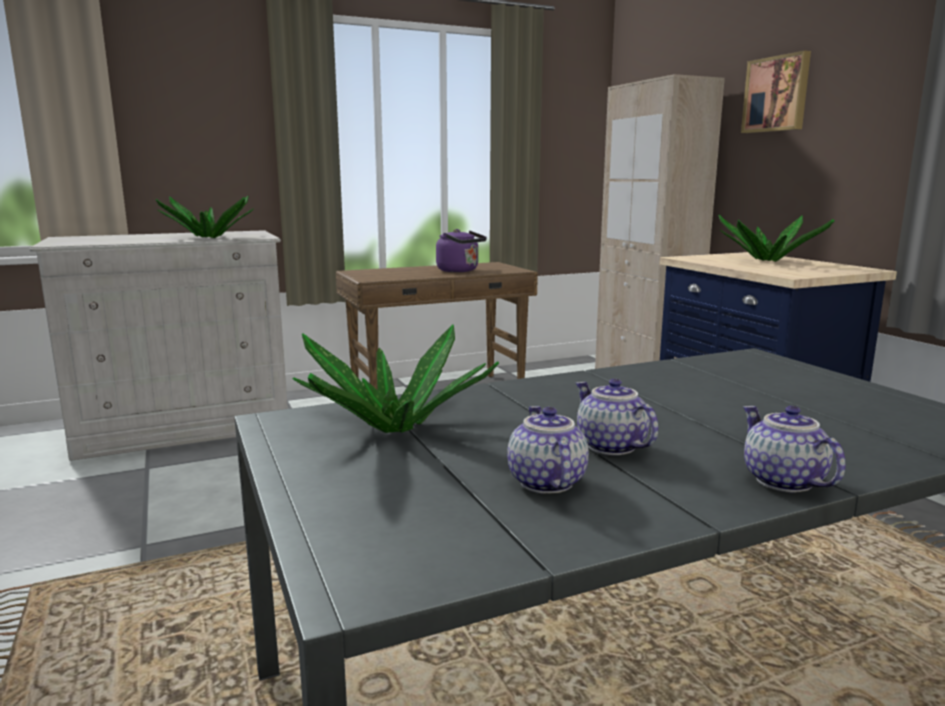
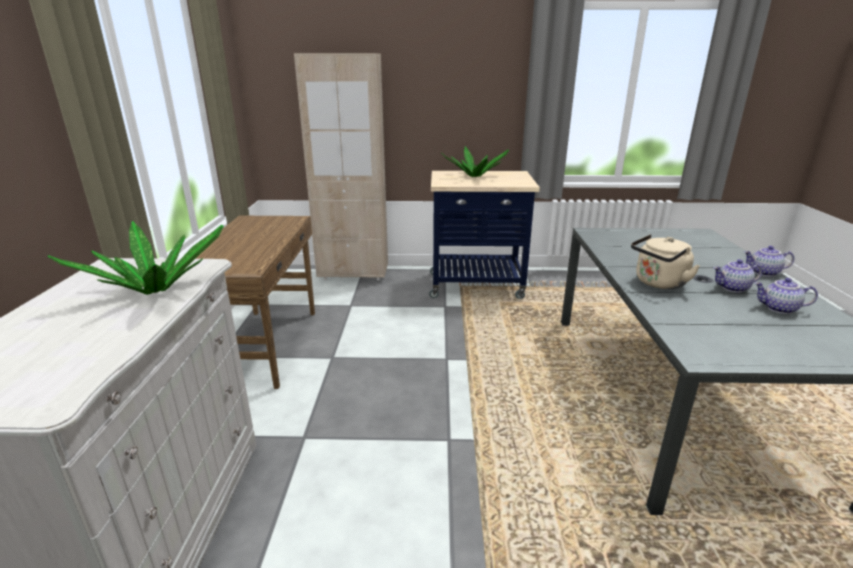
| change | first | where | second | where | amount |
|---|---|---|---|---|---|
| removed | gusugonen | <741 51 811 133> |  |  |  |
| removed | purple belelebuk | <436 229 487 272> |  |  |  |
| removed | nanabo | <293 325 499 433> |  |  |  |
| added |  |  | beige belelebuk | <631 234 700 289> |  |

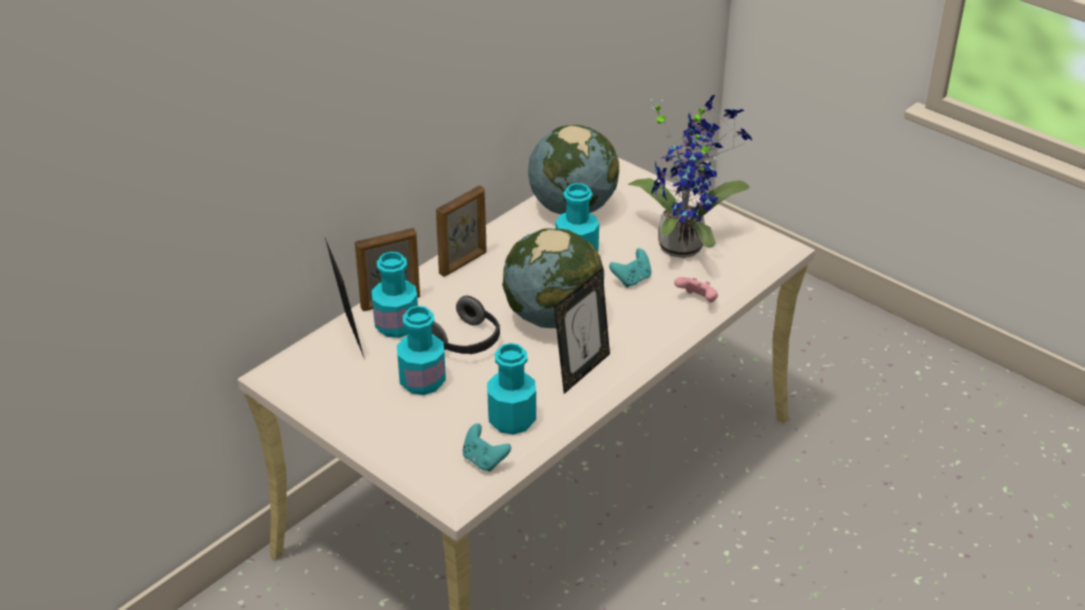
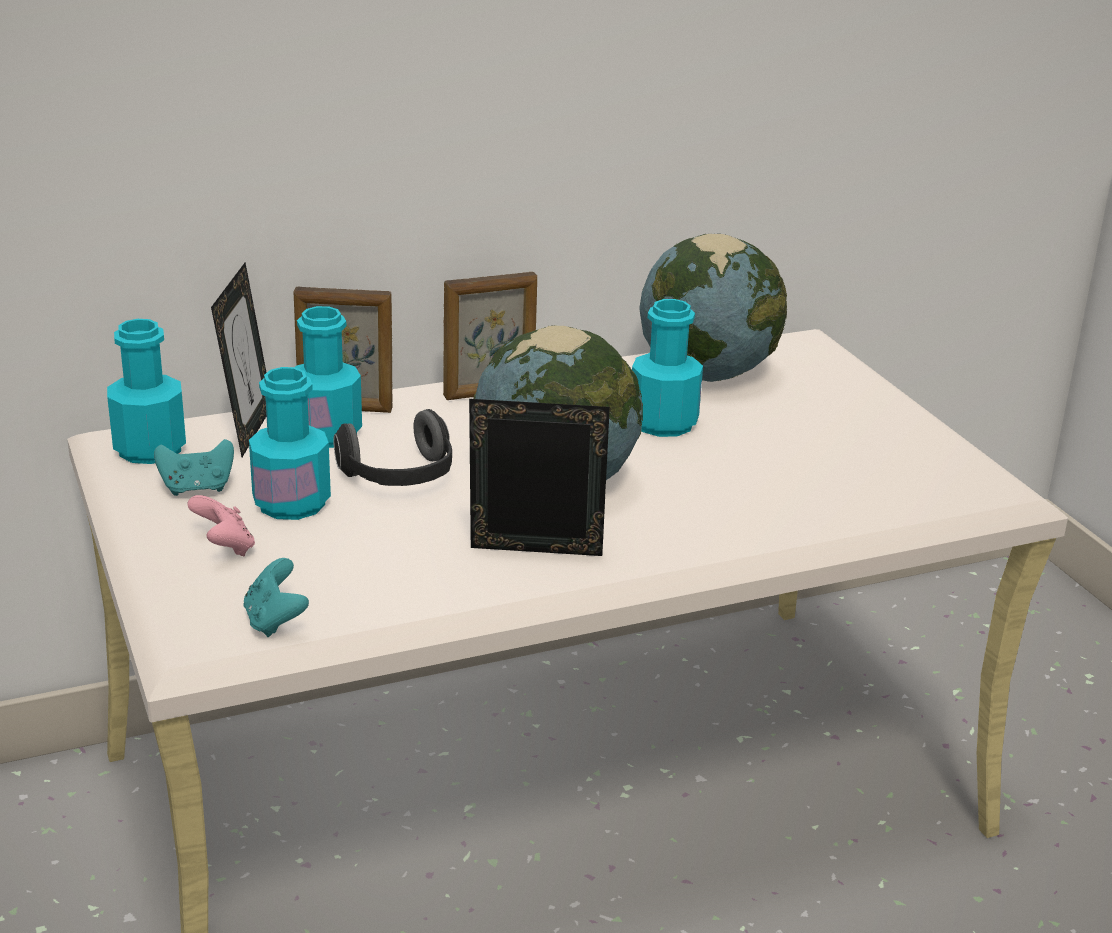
| change | first | where | second | where | amount |
|---|---|---|---|---|---|
| removed | nanabo | <628 95 752 258> |  |  |  |
| moved | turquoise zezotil | <609 249 651 288> |  | <154 439 234 496> |  |
| turned | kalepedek | <554 268 610 394> |  | <469 399 610 556> | 150 degrees counterclockwise |
| moved | pink zezotil | <674 277 718 303> |  | <188 495 255 556> |  |
| moved | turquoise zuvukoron | <487 343 536 435> |  | <107 319 186 464> |  |

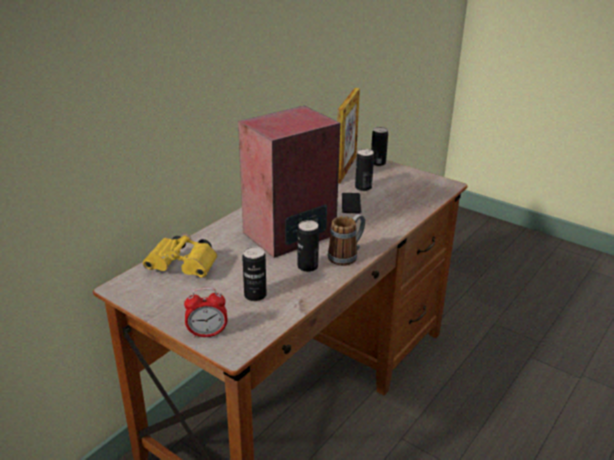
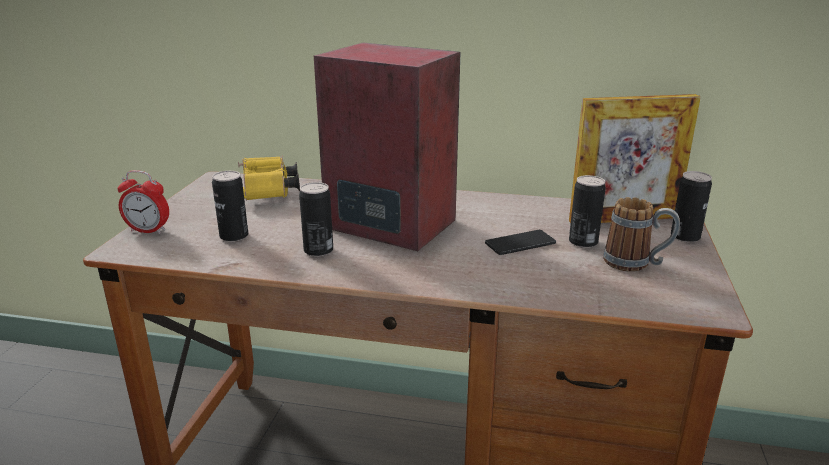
| change | first | where | second | where | amount |
|---|---|---|---|---|---|
| moved | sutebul | <328 214 365 266> |  | <603 197 680 272> |  |
| turned | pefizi | <184 288 228 338> |  | <117 170 169 234> | 45 degrees counterclockwise |

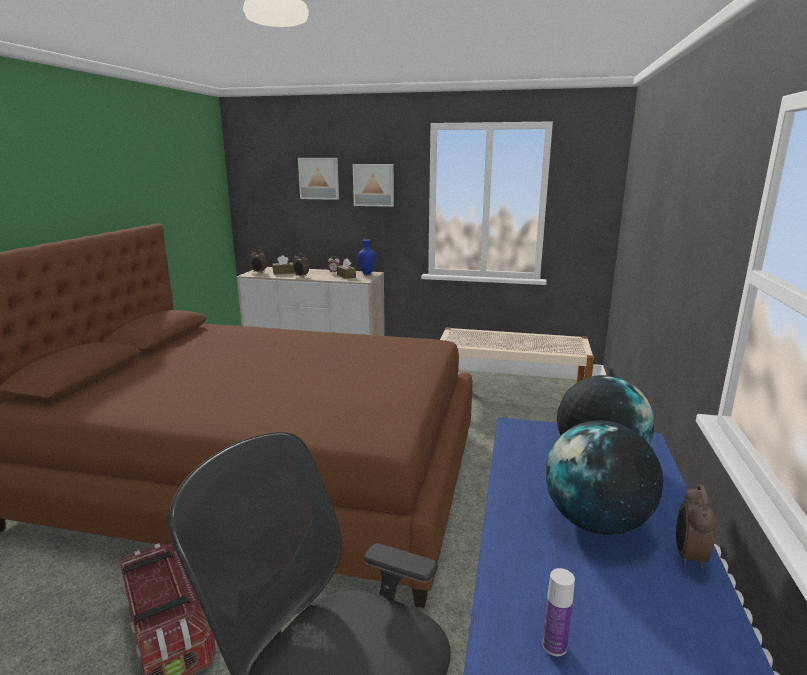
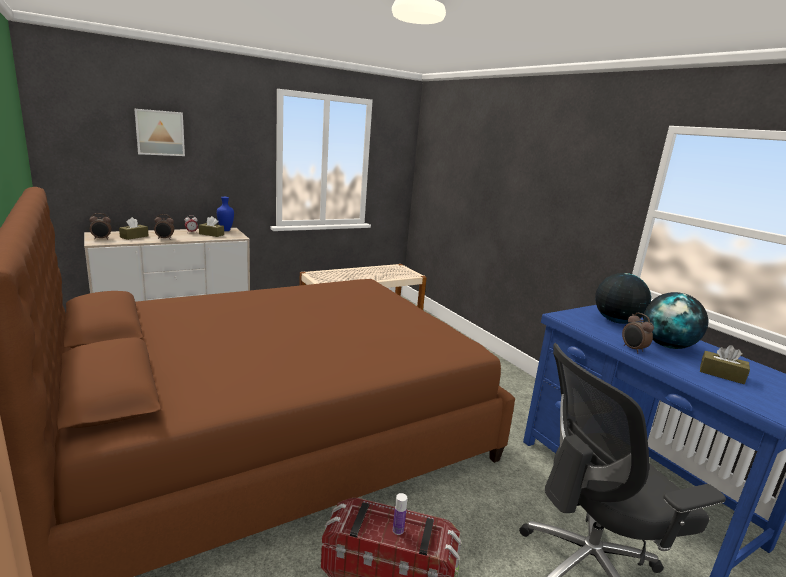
| change | first | where | second | where | amount |
|---|---|---|---|---|---|
| removed | gusugonen | <353 164 394 207> |  |  |  |
| moved | pefizi | <676 485 716 568> |  | <622 313 654 353> |  |
| moved | zuvukoron | <542 568 575 656> |  | <393 493 407 535> |  |
| added |  |  | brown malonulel | <700 345 750 384> |  |

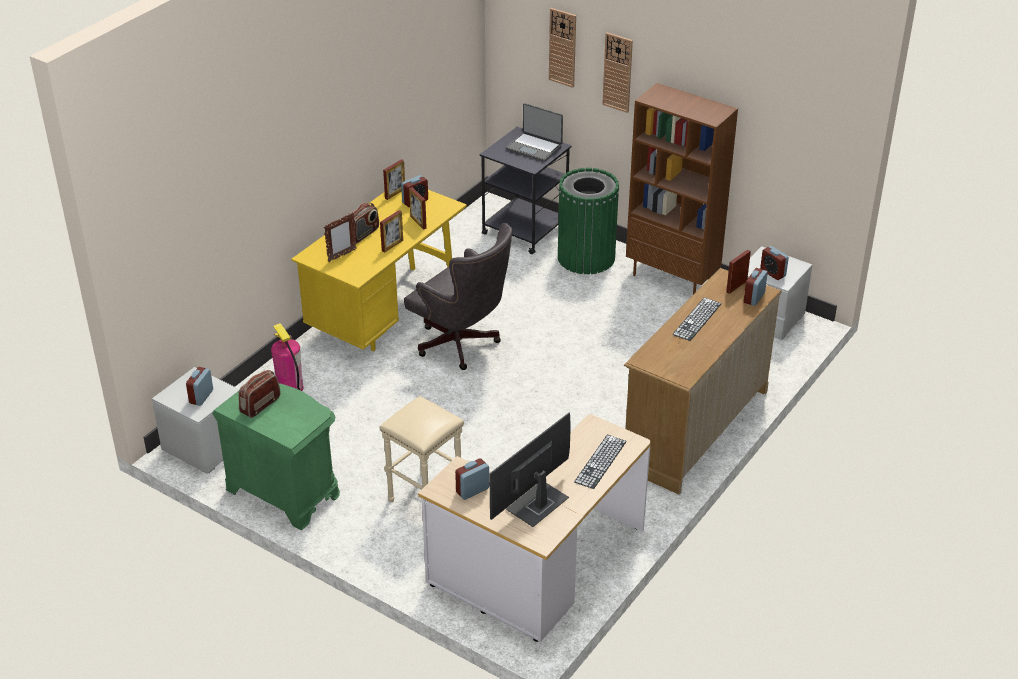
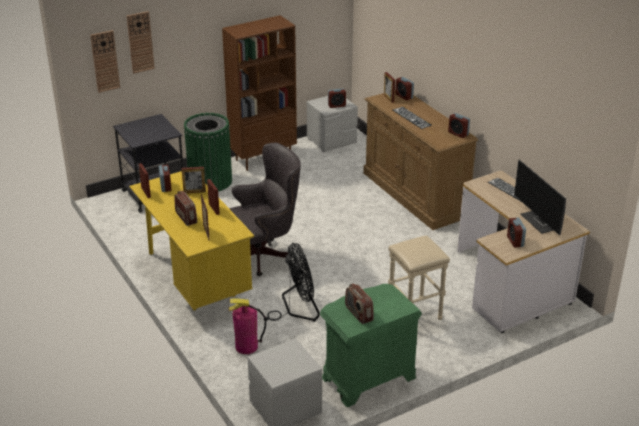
| change | first | where | second | where | amount |
|---|---|---|---|---|---|
| moved | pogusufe | <602 32 633 113> |  | <90 30 120 93> |  |
| removed | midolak | <506 103 563 162> |  |  |  |
| moved | pefizi | <186 367 213 406> |  | <448 113 470 138> |  |
| added |  |  | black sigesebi | <263 243 320 322> |  |

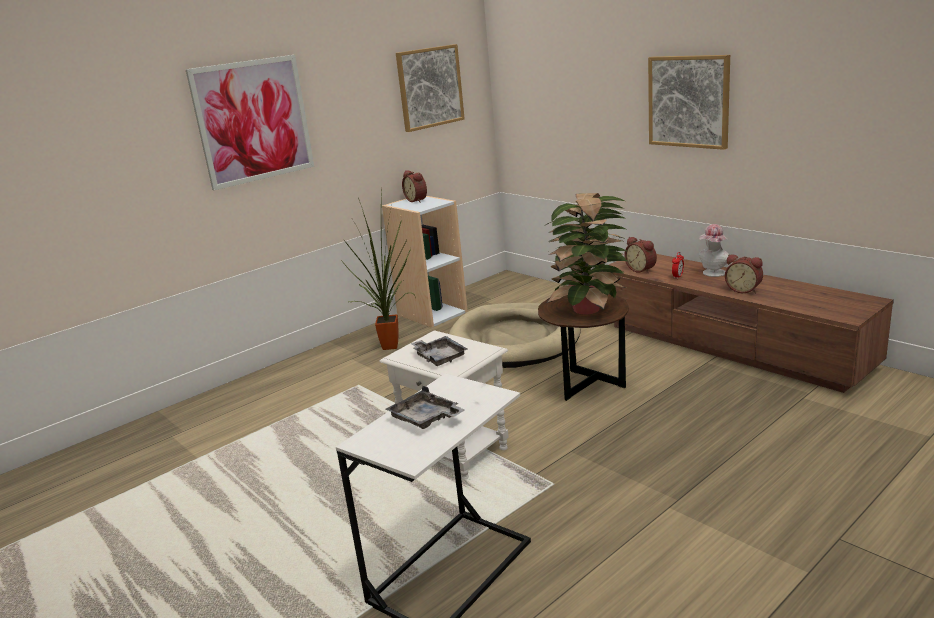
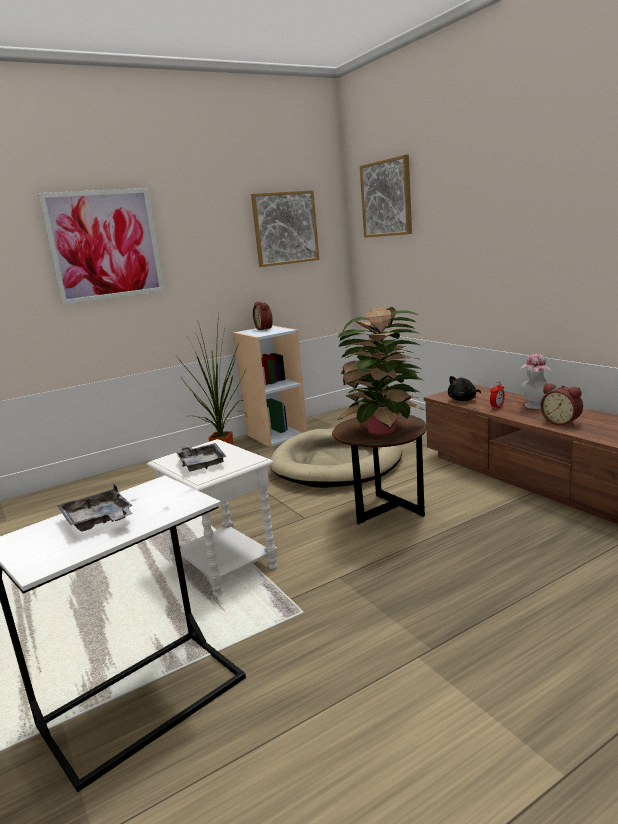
| change | first | where | second | where | amount |
|---|---|---|---|---|---|
| moved | gusugonen | <648 55 730 150> |  | <360 155 412 238> |  |
| replaced | pefizi | <624 237 657 274> | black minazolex | <448 376 481 401> |  |

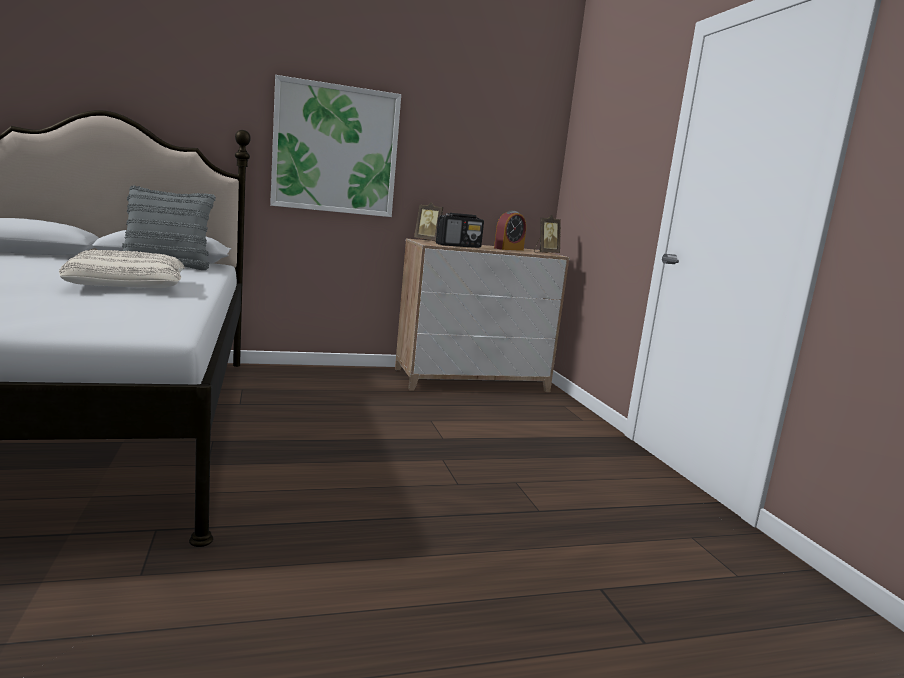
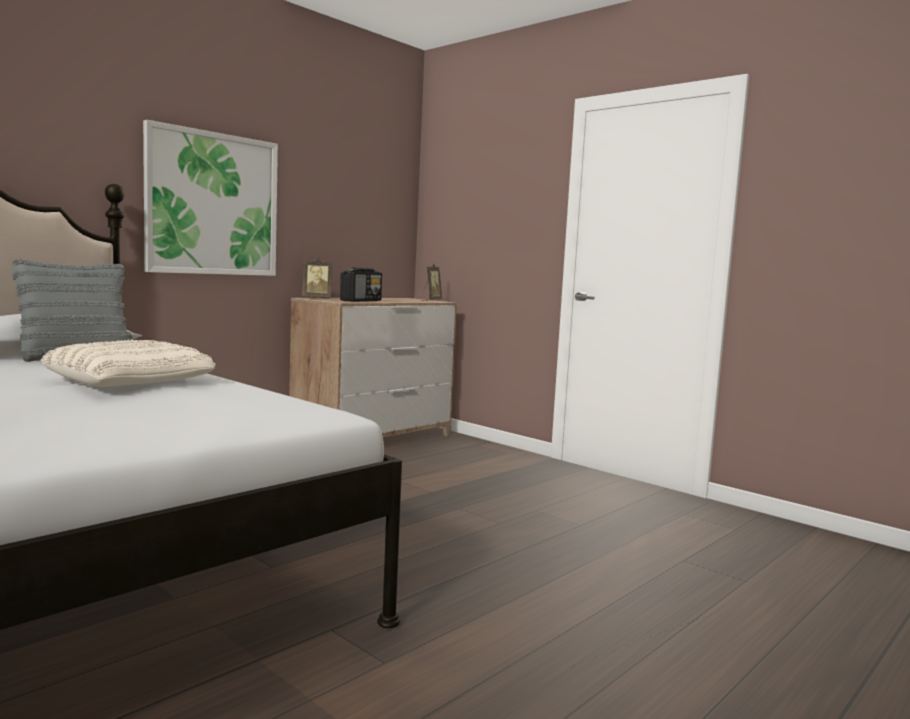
| change | first | where | second | where | amount |
|---|---|---|---|---|---|
| removed | pefizi | <494 211 526 251> |  |  |  |

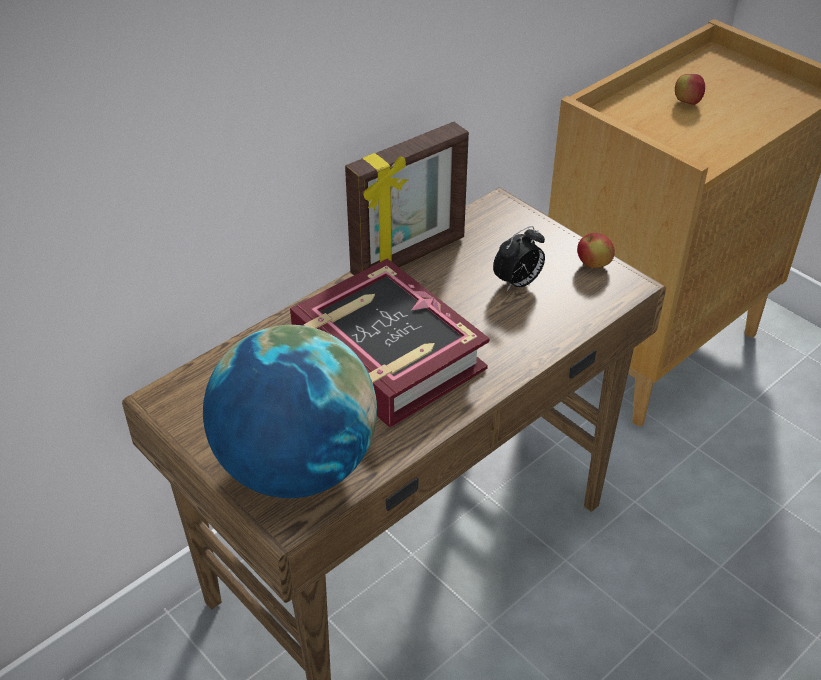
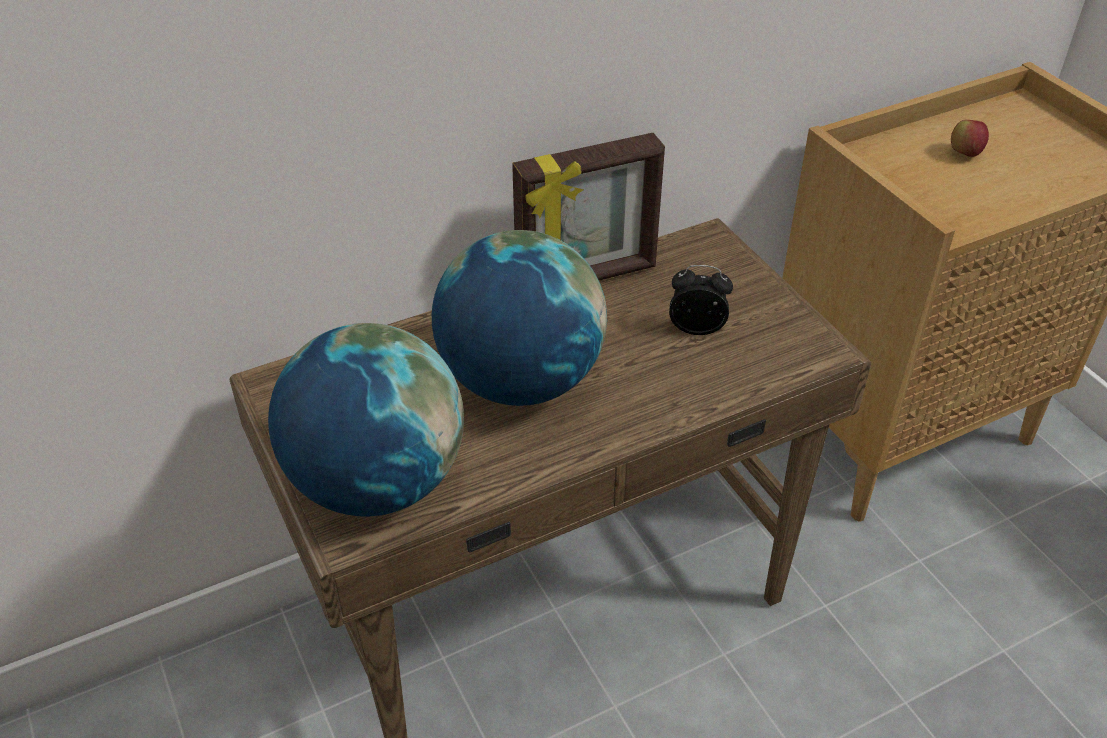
| change | first | where | second | where | amount |
|---|---|---|---|---|---|
| turned | pefizi | <493 226 545 291> |  | <669 265 733 335> | 150 degrees counterclockwise |
| removed | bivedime | <577 233 615 268> |  |  |  |
| replaced | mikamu | <290 259 490 428> | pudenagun | <432 230 607 406> |  |

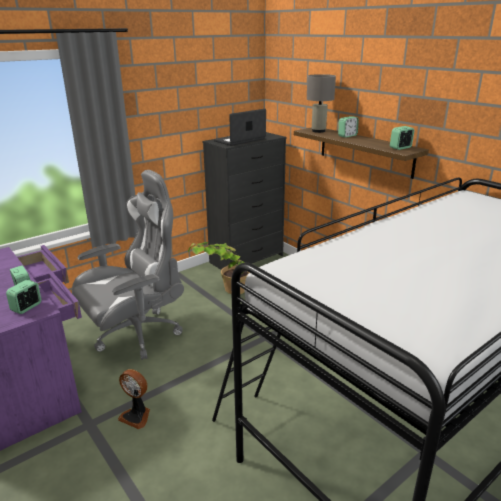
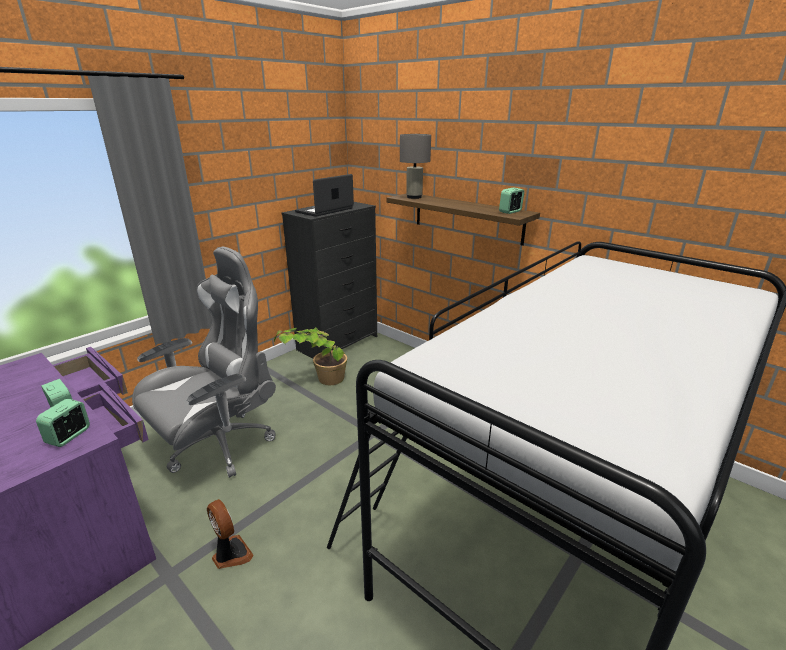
| change | first | where | second | where | amount |
|---|---|---|---|---|---|
| removed | pefizi | <338 116 359 138> |  |  |  |
| turned | sigesebi | <118 369 150 429> |  | <207 499 254 569> | 150 degrees counterclockwise |

